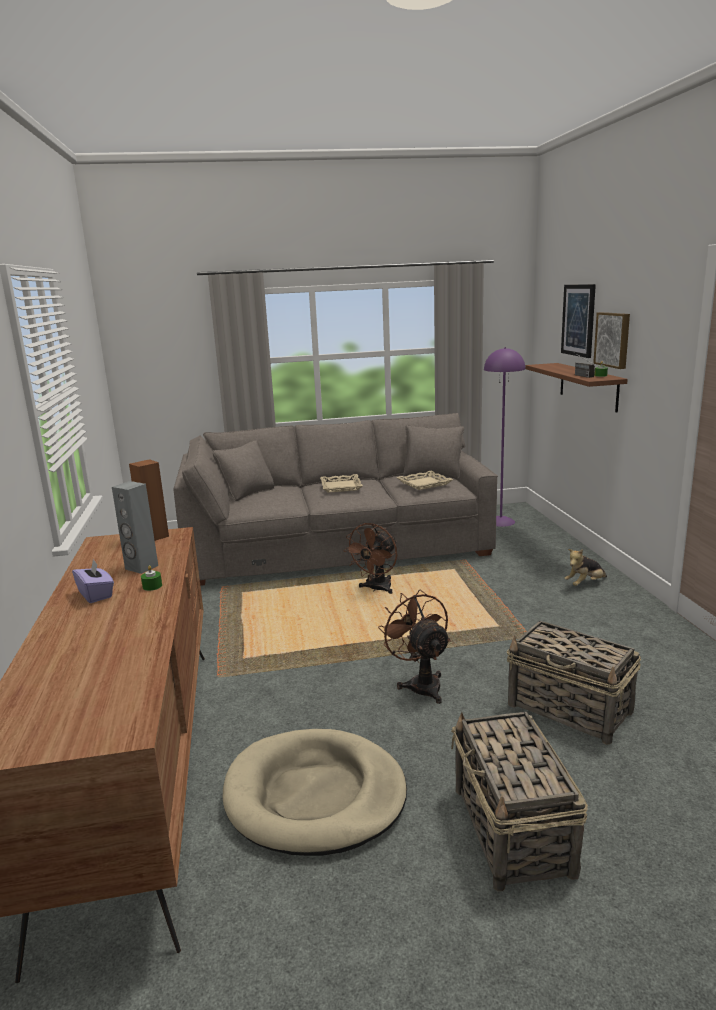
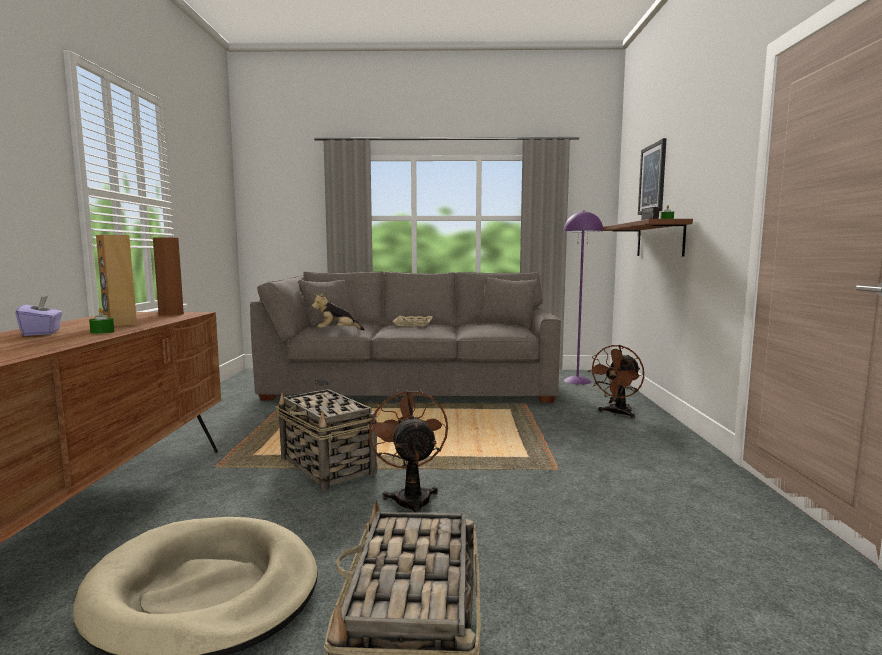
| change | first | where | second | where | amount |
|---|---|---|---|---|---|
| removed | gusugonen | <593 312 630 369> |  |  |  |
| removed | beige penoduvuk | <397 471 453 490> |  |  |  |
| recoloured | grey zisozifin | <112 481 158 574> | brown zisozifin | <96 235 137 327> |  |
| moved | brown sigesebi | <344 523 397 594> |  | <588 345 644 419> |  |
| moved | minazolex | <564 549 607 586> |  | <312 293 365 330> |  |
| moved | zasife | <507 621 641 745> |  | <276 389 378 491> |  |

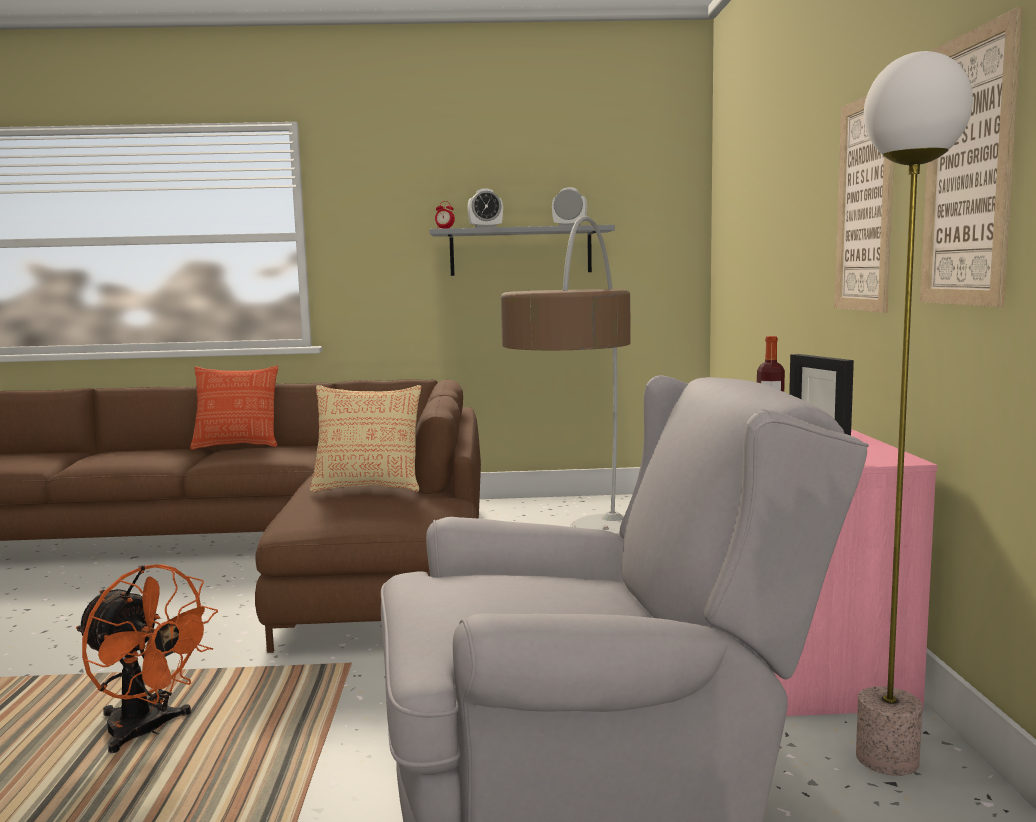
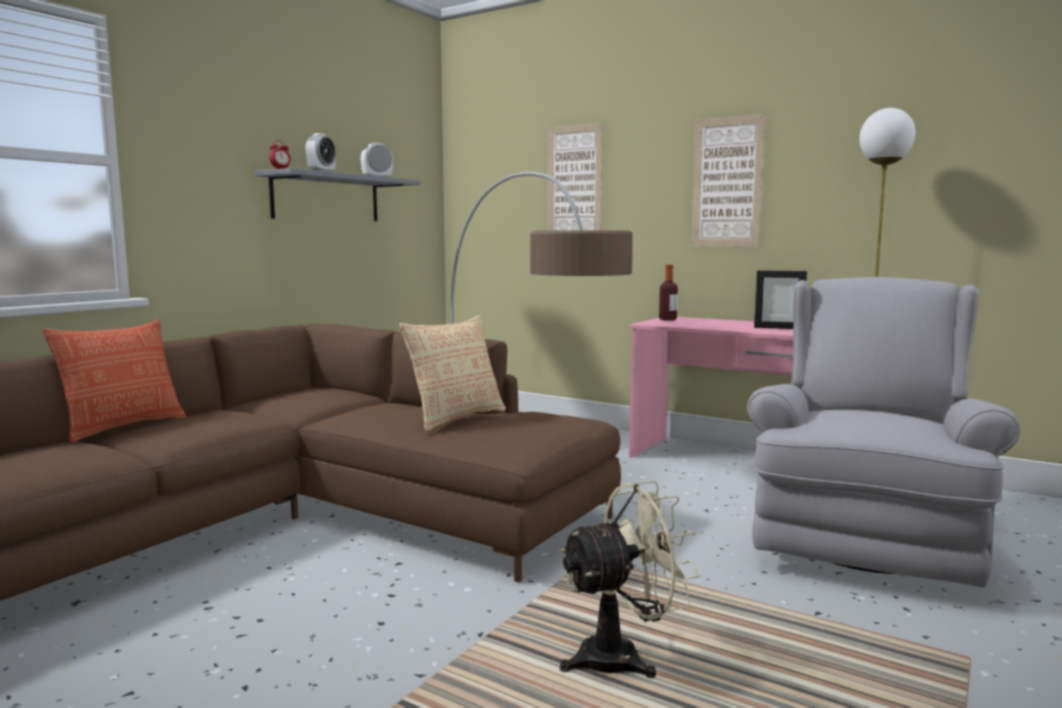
| change | first | where | second | where | amount |
|---|---|---|---|---|---|
| moved | gusugonen | <920 7 1023 307> |  | <547 122 603 230> |  |
| recoloured | orange sigesebi | <76 564 218 753> | beige sigesebi | <559 481 701 678> |  |

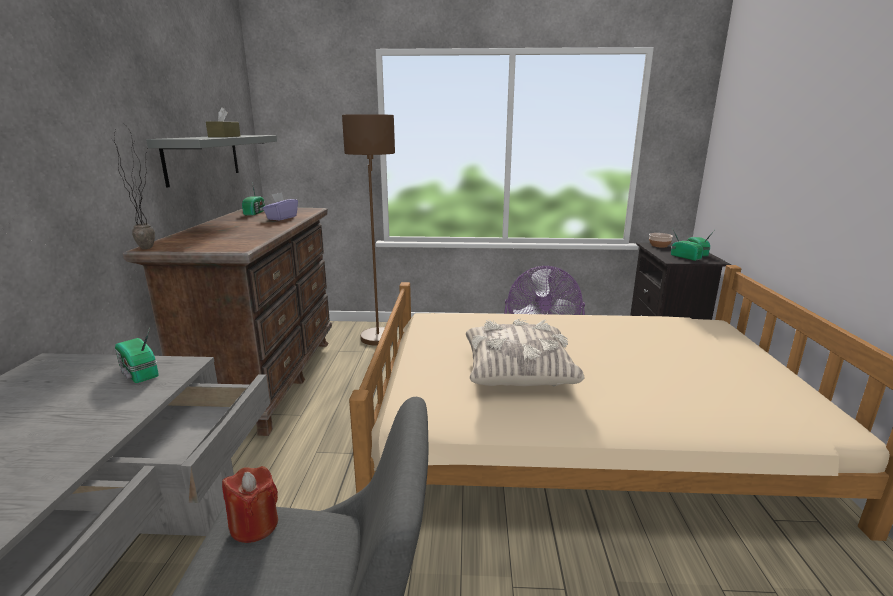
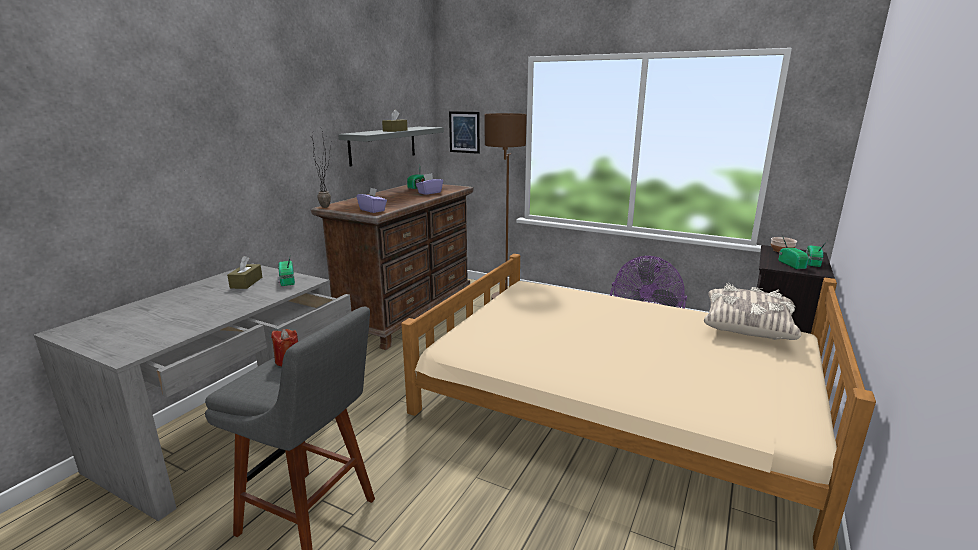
| change | first | where | second | where | amount |
|---|---|---|---|---|---|
| moved | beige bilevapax | <466 319 585 387> |  | <704 284 801 340> |  |
| added |  |  | gusugonen | <449 111 480 154> |  |
| added |  |  | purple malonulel | <357 188 387 213> |  |
| added |  |  | brown malonulel | <227 256 262 289> |  |

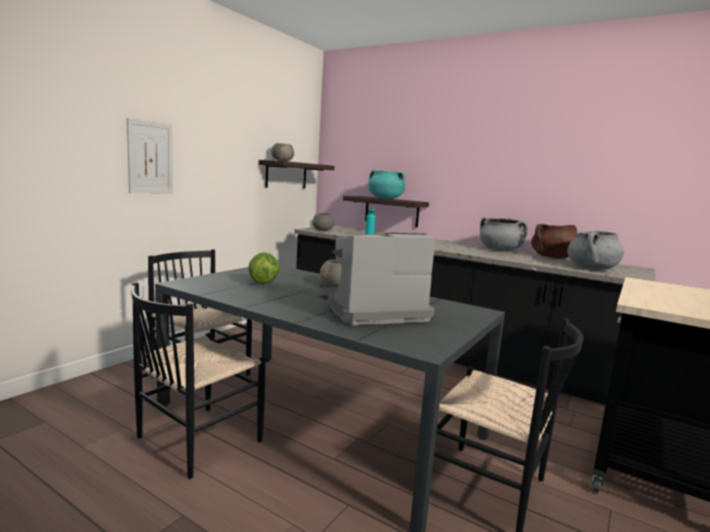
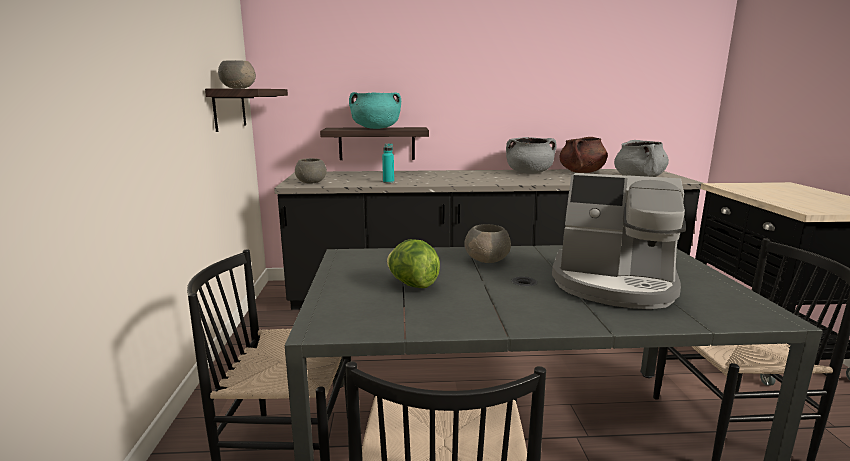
| change | first | where | second | where | amount |
|---|---|---|---|---|---|
| removed | gusugonen | <127 118 173 193> |  |  |  |
| turned | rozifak | <328 233 436 325> |  | <552 173 686 309> | 105 degrees counterclockwise |

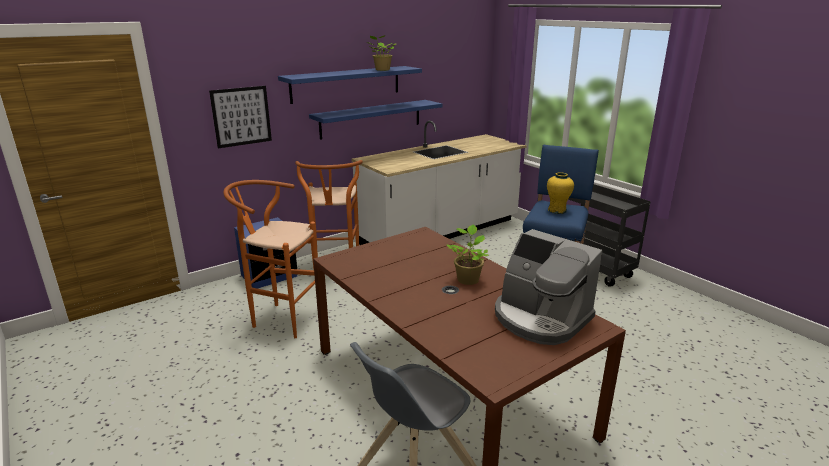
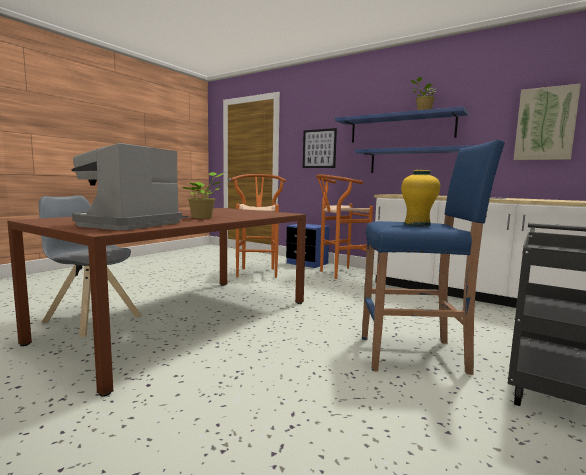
| change | first | where | second | where | amount |
|---|---|---|---|---|---|
| added |  |  | gusugonen | <514 84 581 160> |  |

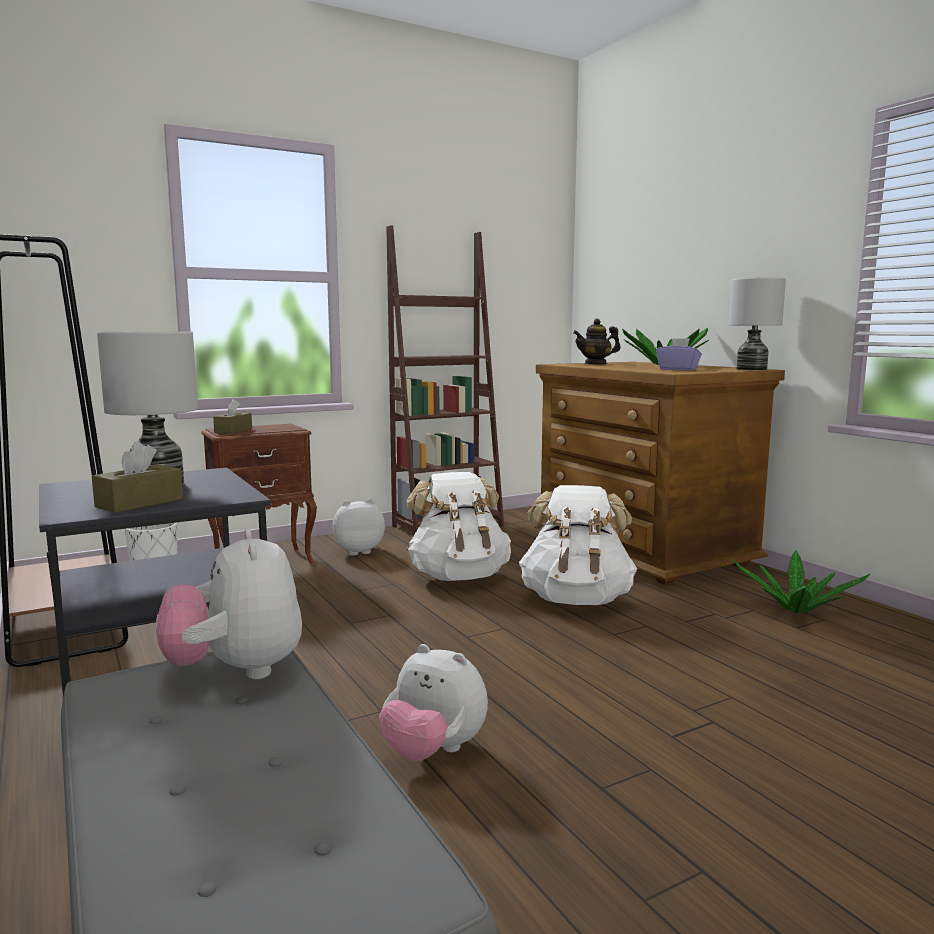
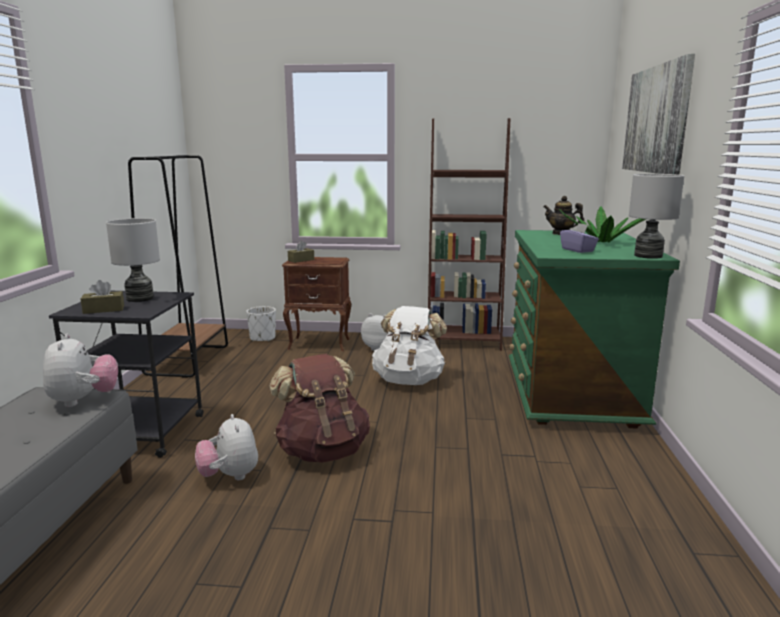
| change | first | where | second | where | amount |
|---|---|---|---|---|---|
| recoloured | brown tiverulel | <535 362 785 585> | green tiverulel | <509 230 680 429> |  |
| removed | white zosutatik | <519 485 637 605> |  |  |  |
| turned | minazolex | <156 528 302 679> |  | <43 334 118 407> | 150 degrees clockwise |
| removed | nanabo | <733 550 870 613> |  |  |  |
| added |  |  | gusugonen | <622 54 695 175> |  |
| added |  |  | brown zosutatik | <269 354 370 463> |  |

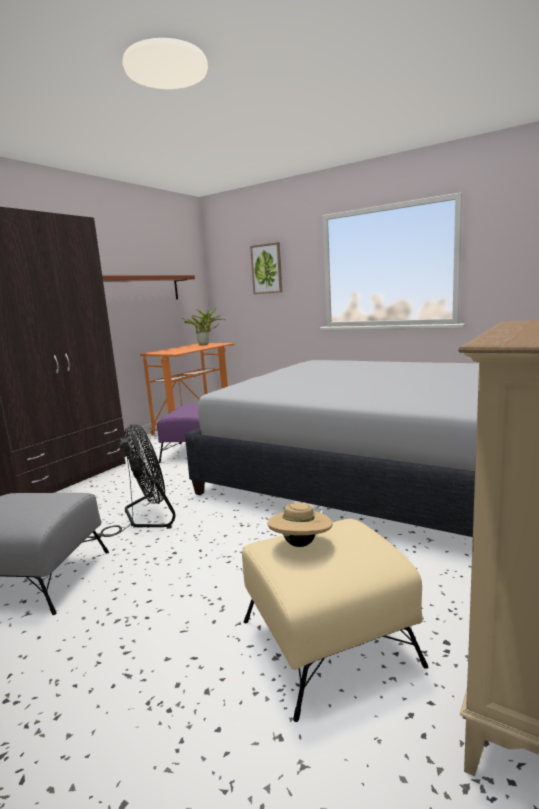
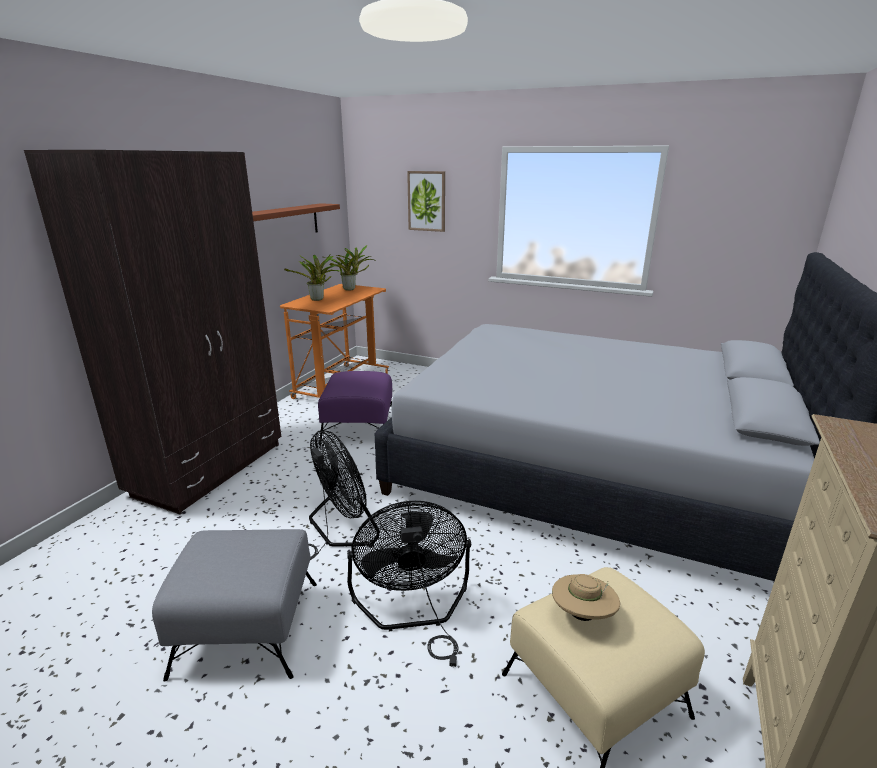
| change | first | where | second | where | amount |
|---|---|---|---|---|---|
| added |  |  | nanabo | <284 254 343 301> |  |
| added |  |  | black sigesebi | <347 501 471 668> |  |

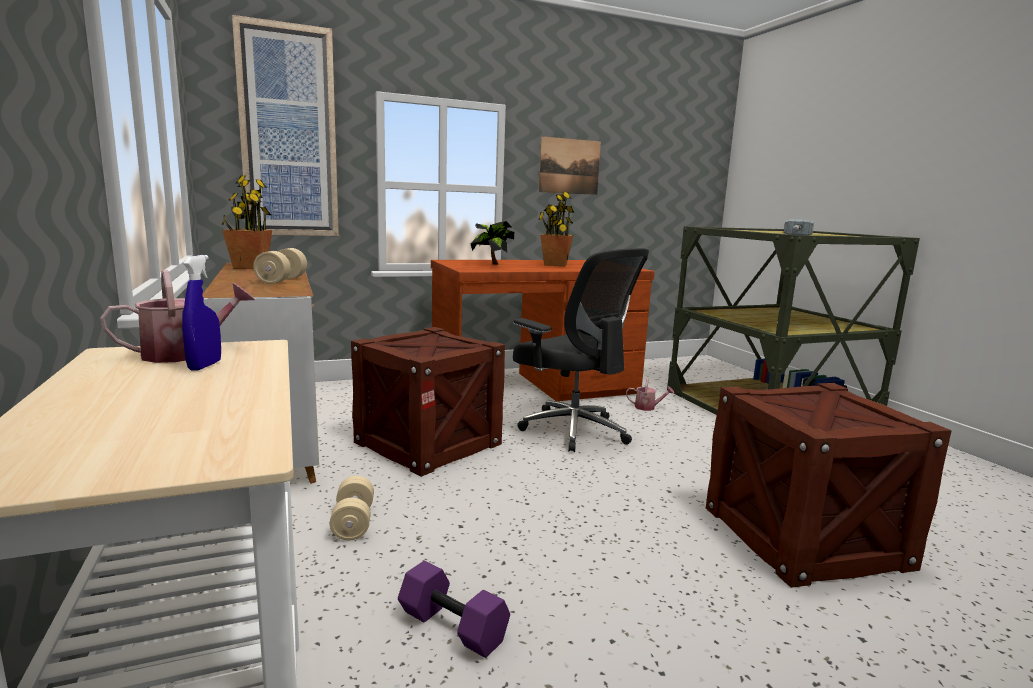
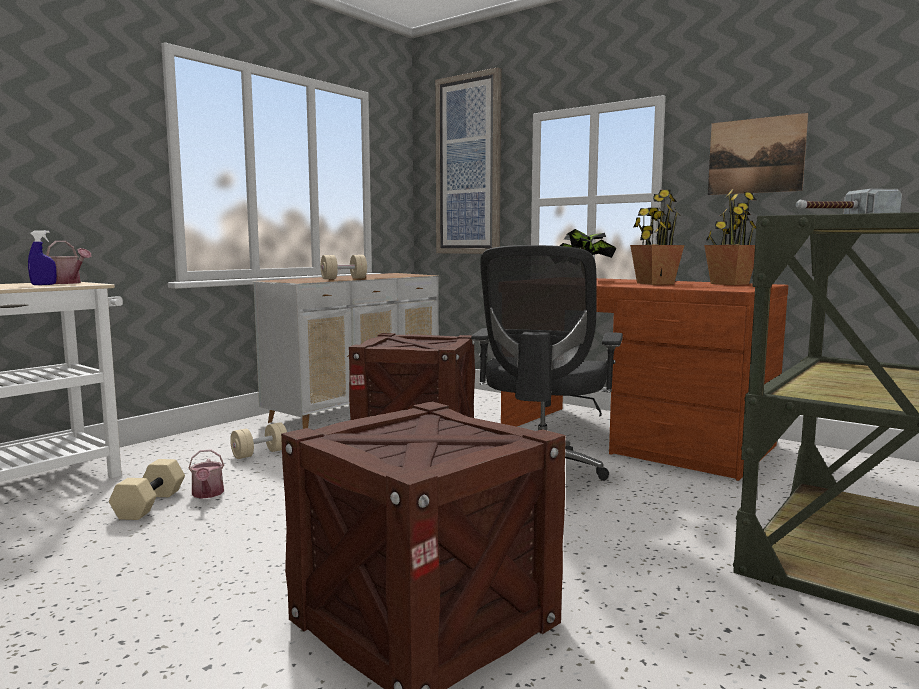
| change | first | where | second | where | amount |
|---|---|---|---|---|---|
| moved | nanabo | <222 175 272 269> |  | <704 189 757 285> |  |
| moved | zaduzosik | <626 378 675 411> |  | <188 449 224 499> |  |
| recoloured | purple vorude | <398 560 510 658> | beige vorude | <109 459 185 520> |  |

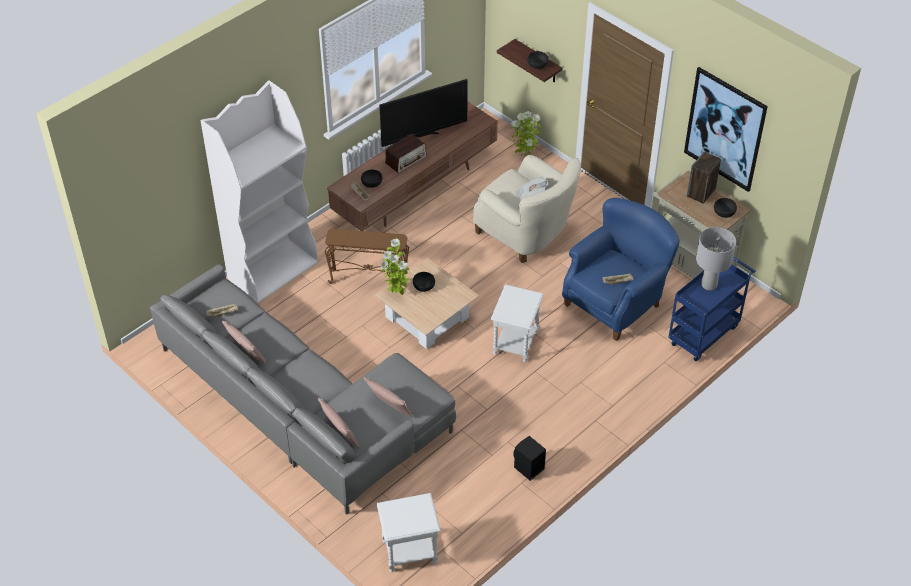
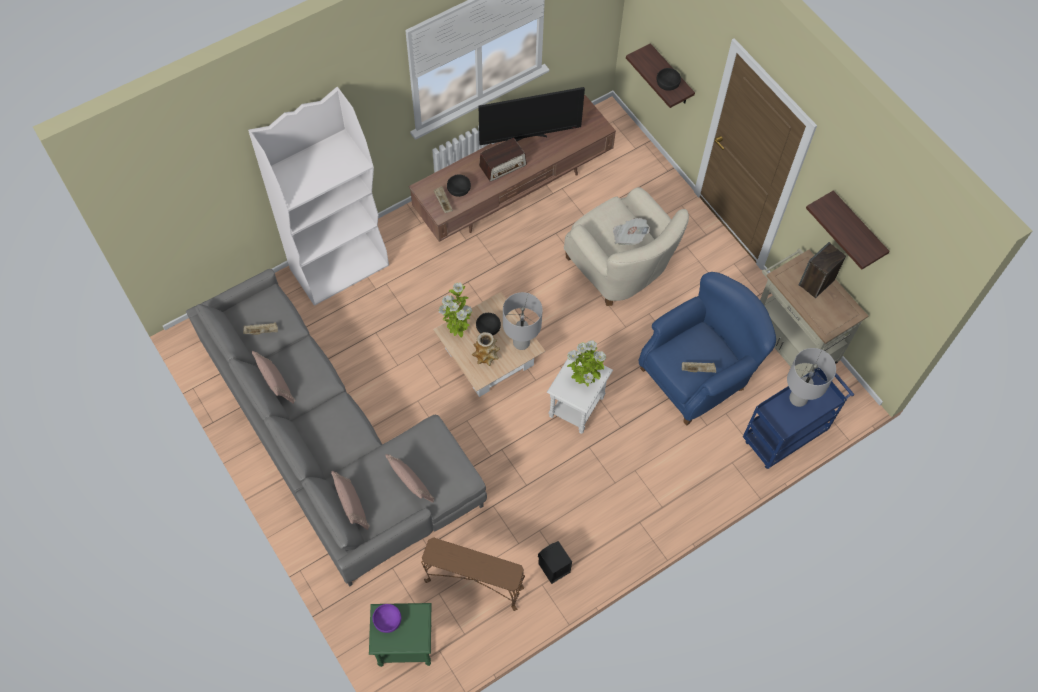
| change | first | where | second | where | amount |
|---|---|---|---|---|---|
| replaced | gusugonen | <684 67 768 192> | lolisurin | <806 191 890 270> |  |
| moved | nanabo | <510 111 541 156> |  | <567 340 606 386> |  |
| removed | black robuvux | <714 198 737 218> |  |  |  |
| moved | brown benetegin | <325 229 409 284> |  | <421 537 525 611> |  |
| recoloured | white benetegin | <376 493 441 572> | green benetegin | <369 603 431 667> |  |
| added |  |  | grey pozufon | <503 292 543 350> |  |
| added |  |  | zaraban | <472 332 500 366> |  |
| added |  |  | purple robuvux | <372 604 401 633> |  |

